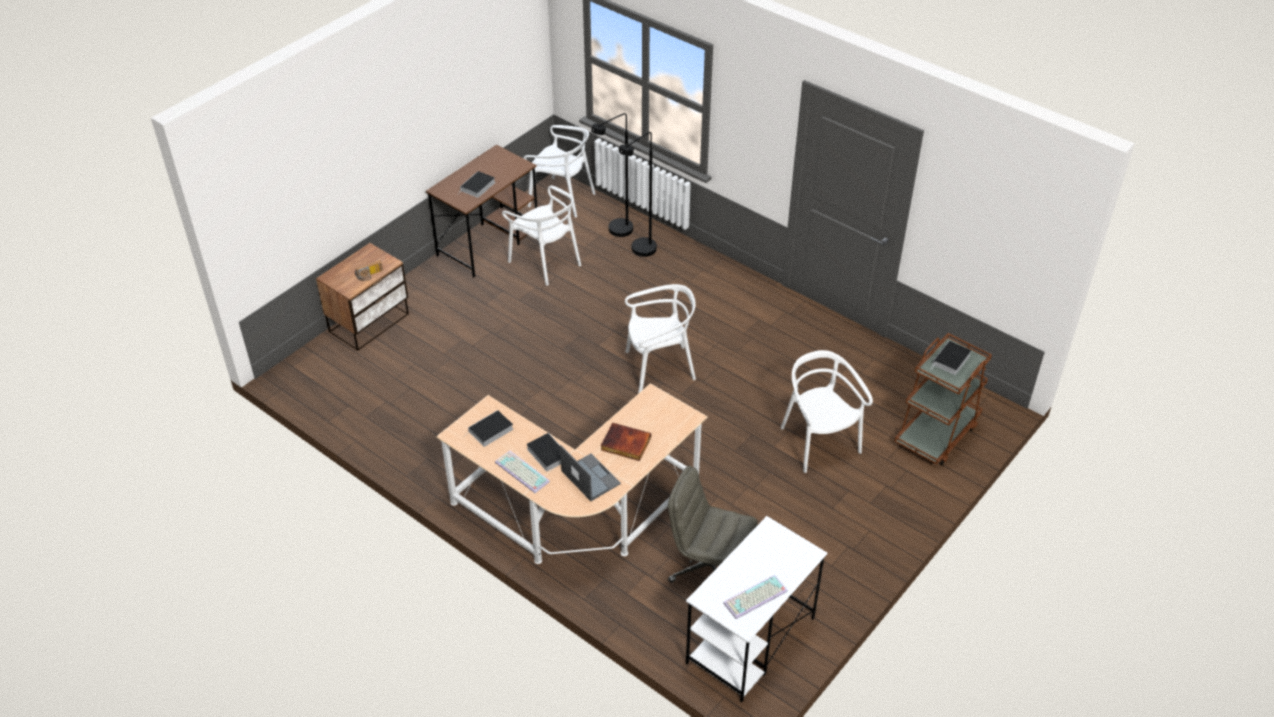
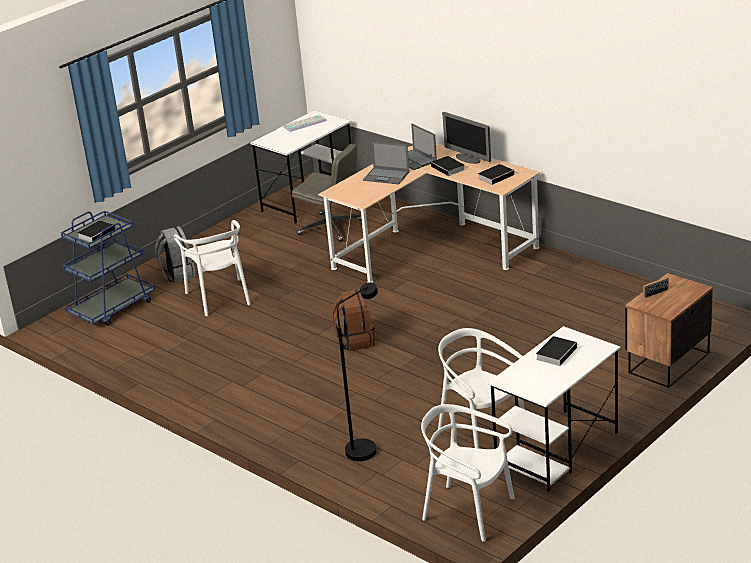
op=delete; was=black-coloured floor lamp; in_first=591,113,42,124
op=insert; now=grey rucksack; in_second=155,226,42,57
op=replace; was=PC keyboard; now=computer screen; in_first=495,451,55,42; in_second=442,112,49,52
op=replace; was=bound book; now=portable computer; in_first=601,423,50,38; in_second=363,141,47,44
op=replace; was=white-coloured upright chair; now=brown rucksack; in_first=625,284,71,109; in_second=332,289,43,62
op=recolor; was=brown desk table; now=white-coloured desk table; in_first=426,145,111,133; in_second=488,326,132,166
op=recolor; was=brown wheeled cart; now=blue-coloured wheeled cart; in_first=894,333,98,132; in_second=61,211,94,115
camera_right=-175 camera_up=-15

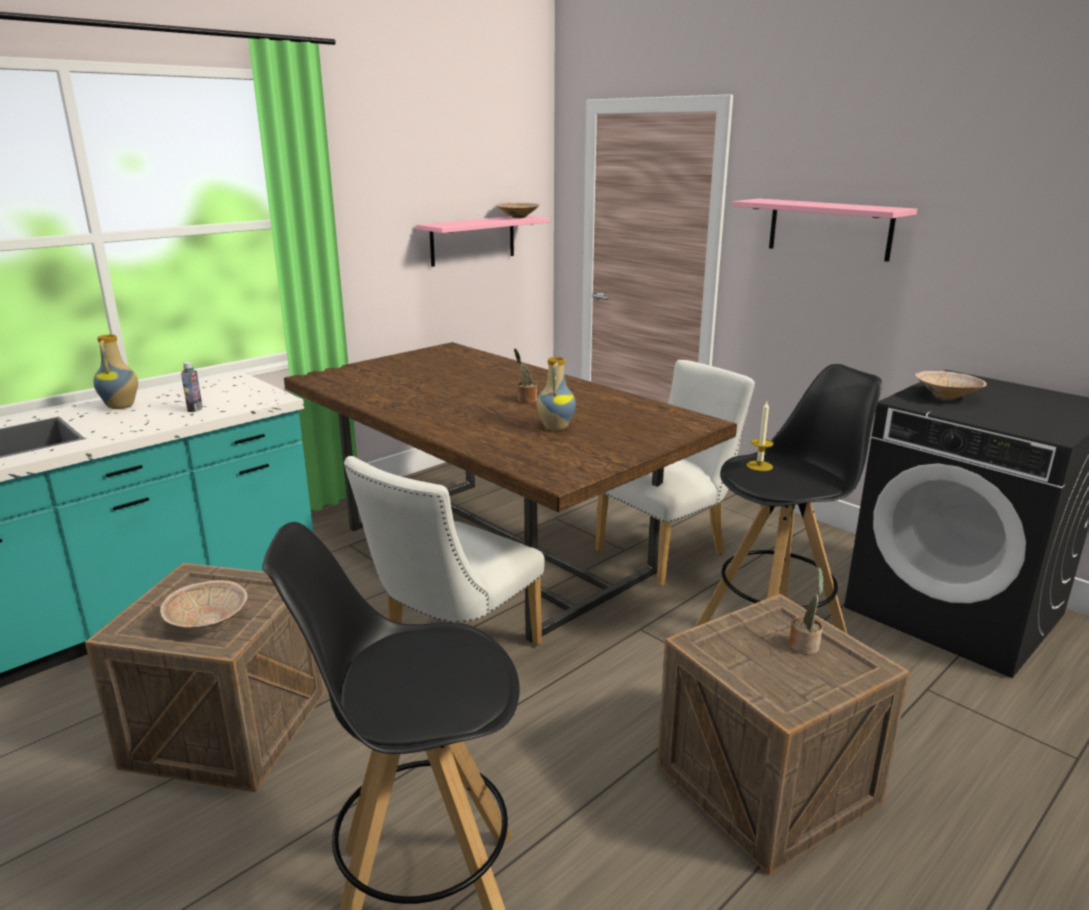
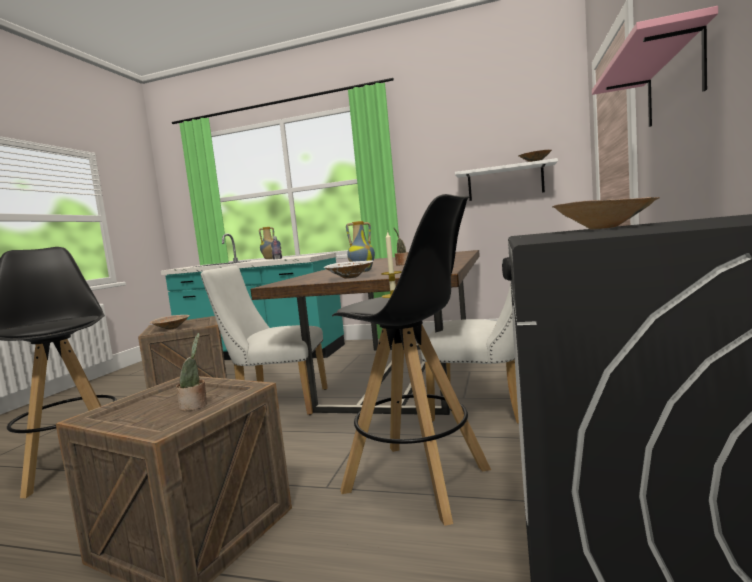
op=insert; now=white-coloured bowl; in_second=324,261,50,18
op=recolor; was=pinkish bracket shelf; now=white-coloured bracket shelf; in_first=416,216,134,51; in_second=455,158,103,43
camera_right=60 camera_up=-15

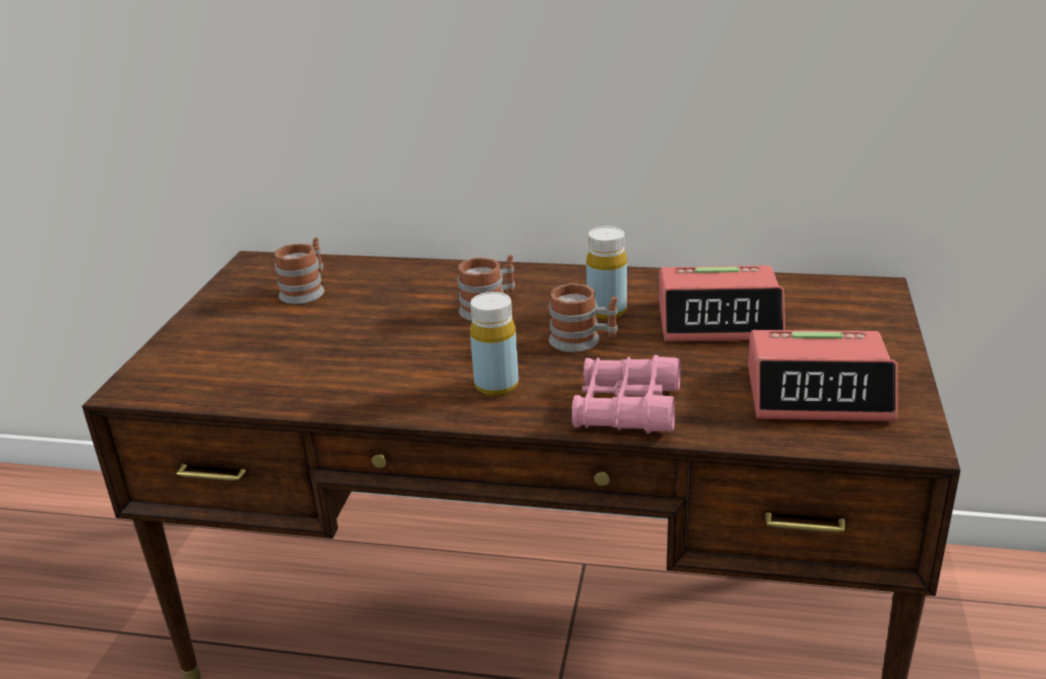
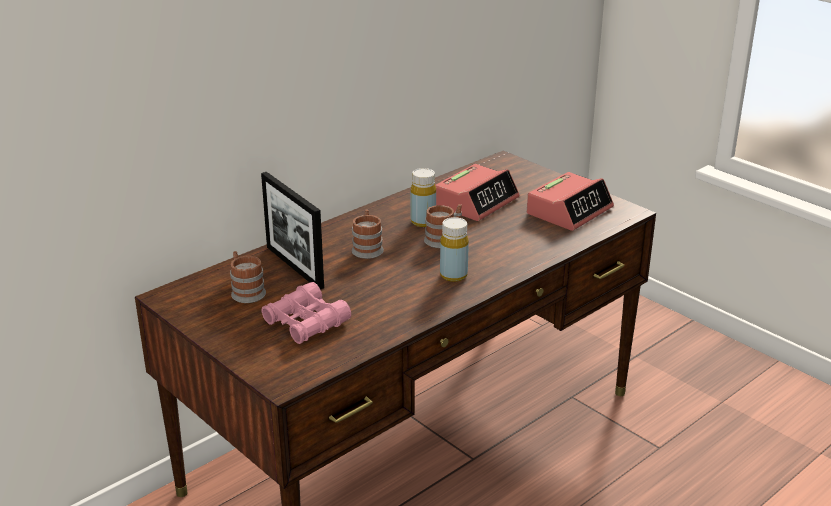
op=insert; now=photo frame; in_second=261,172,63,118
op=move; was=pinkish pair of binoculars; in_first=572,355,108,79; in_second=261,282,90,62
camera_right=-55 camera_up=0

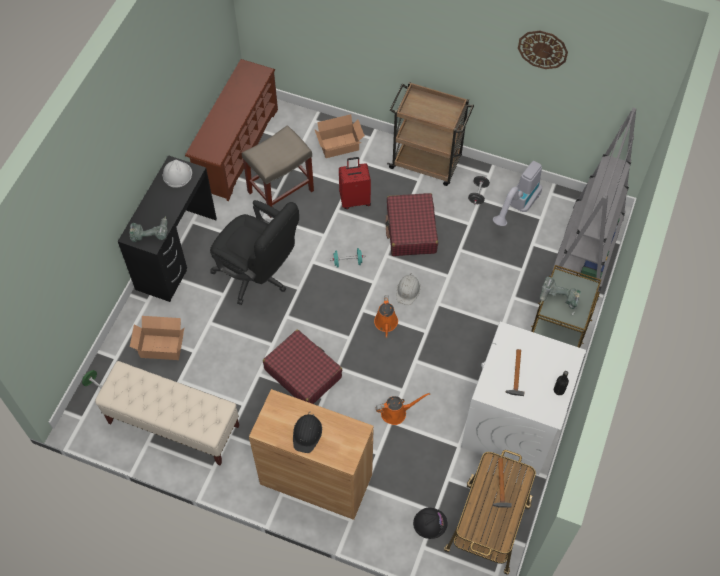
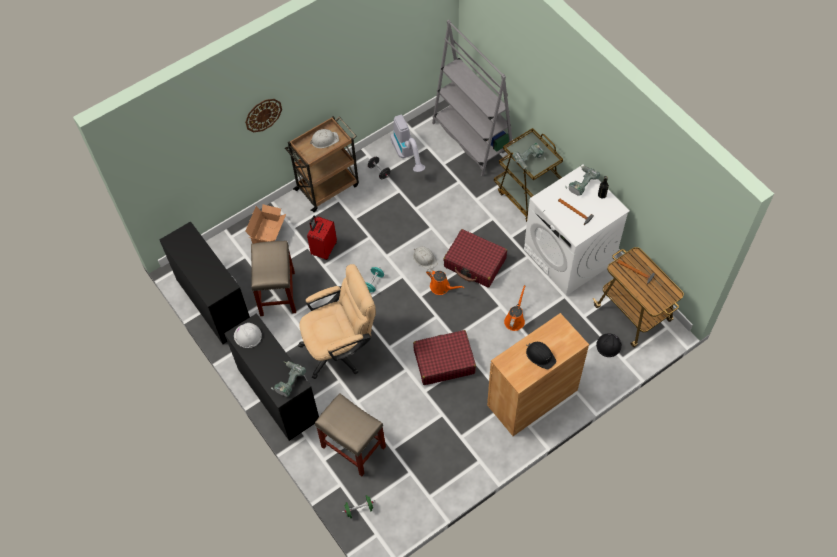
op=delete; was=sand-coloured indoor bench; in_first=95,361,144,105
op=insert; now=white-coloured safety helmet; in_second=310,129,29,19
op=insert; now=electric drill; in_second=565,165,35,31
op=move; was=red suitcase; in_first=386,193,52,63; in_second=443,229,64,59
op=move; was=wall clock; in_first=518,31,50,38; in_second=245,99,37,33
op=replace; was=cardboard box; now=sand-coloured stool; in_first=130,316,55,44; in_second=315,393,71,83
op=replace; was=brown shoe shelf; now=black-coloured desk table; in_first=185,59,93,142; in_second=159,221,91,123
op=recolor; was=black-coloured office chair; now=sand-coloured office chair; in_first=210,200,89,105; in_second=298,264,78,115
camera_right=-55 camera_up=0

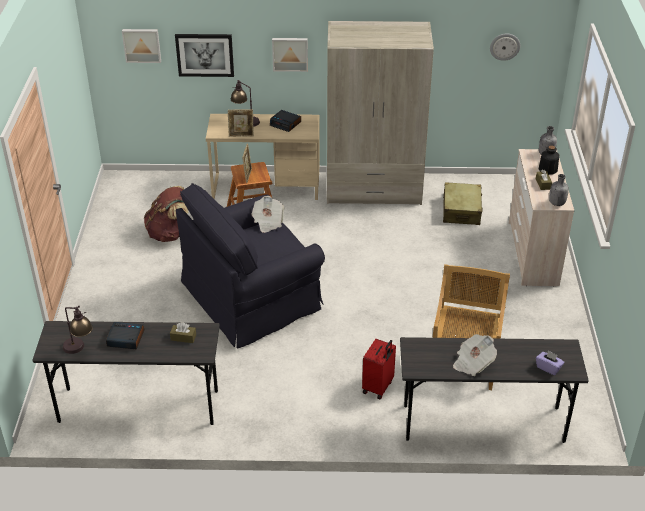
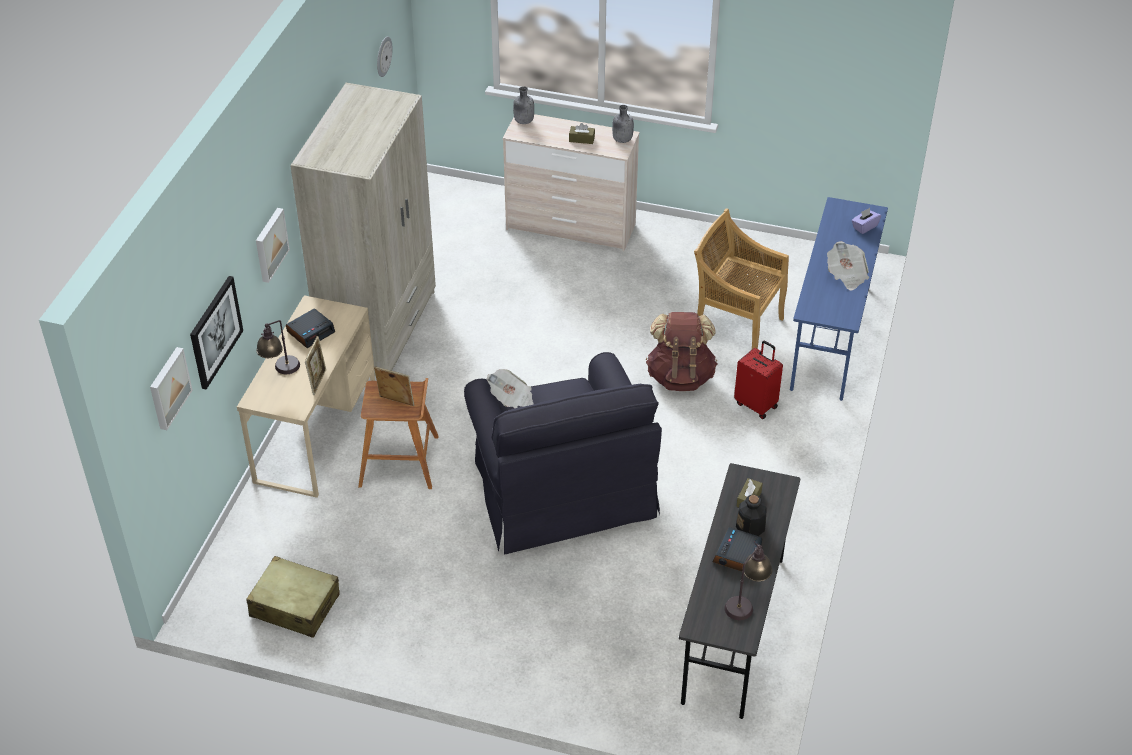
op=move; was=brown rucksack; in_first=144,186,44,56; in_second=646,312,72,79
op=move; was=sand-coloured suitcase; in_first=443,182,40,43; in_second=246,556,94,82
op=move; was=bottle; in_first=539,145,20,30; in_second=736,495,31,41
op=recolor; was=grey desk table; now=blue-coloured desk table; in_first=400,337,189,106; in_second=790,197,98,204
camera_right=-75 camera_up=5

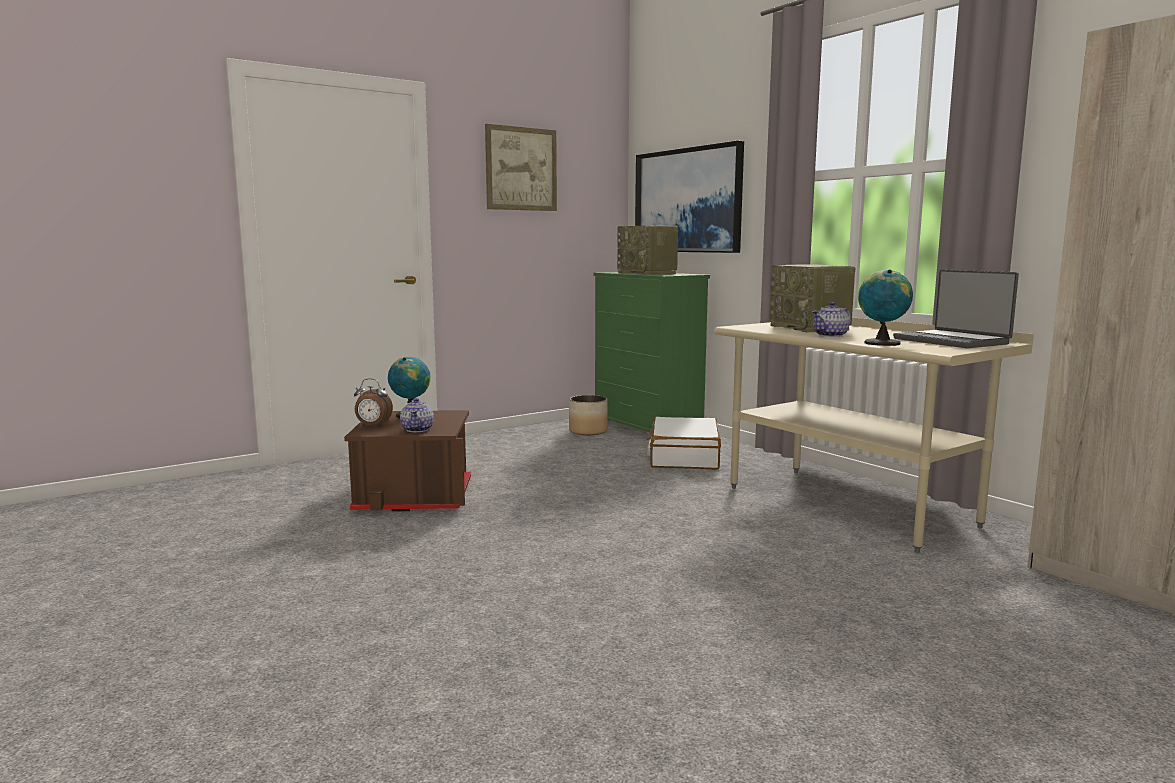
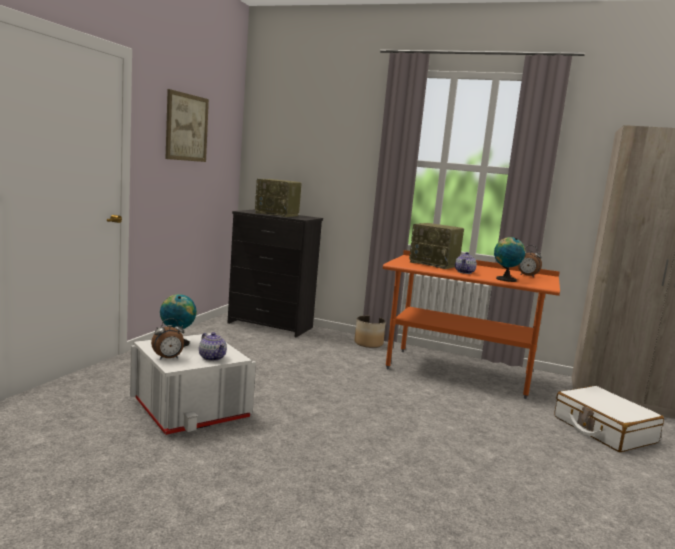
op=delete; was=wall art; in_first=635,141,109,112
op=move; was=planter; in_first=569,395,39,40; in_second=354,316,32,32
op=move; was=white-coloured suitcase; in_first=647,417,74,52; in_second=554,386,110,66
op=replace; was=portable computer; now=bedside clock; in_first=893,270,126,78; in_second=518,245,24,32
op=recolor; was=brown storage container; now=white-coloured storage container; in_first=344,410,127,102; in_second=130,333,126,102
op=recolor; was=green-coloured chest of drawers; now=black-coloured chest of drawers; in_first=594,272,116,160; in_second=228,210,95,127
op=recolor; was=sand-coloured desk table; now=orange desk table; in_first=714,317,320,236; in_second=383,250,177,149
camera_right=-35 camera_up=0

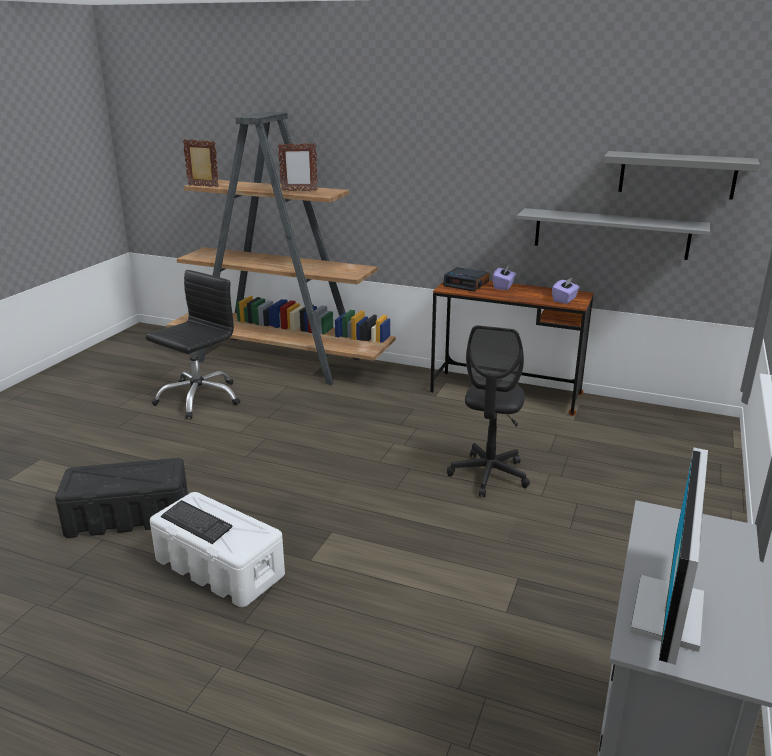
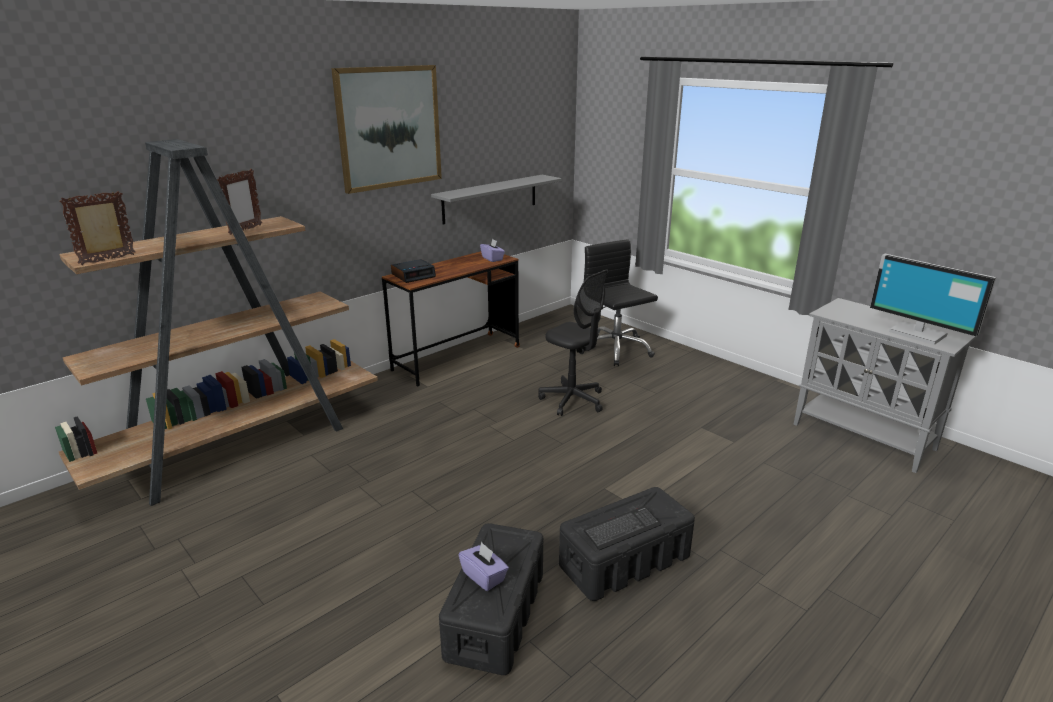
op=delete; was=grey bracket shelf; in_first=603,151,157,49
op=insert; now=wall art; in_second=331,65,111,129
op=move; was=black-coloured office chair; in_first=145,270,95,149; in_second=580,239,78,128
op=move; was=purple box of tissues; in_first=493,265,23,25; in_second=459,541,50,50
op=recolor; was=white-coloured storage container; now=black-coloured storage container; in_first=150,492,135,115; in_second=559,487,136,114
camera_right=-65 camera_up=0

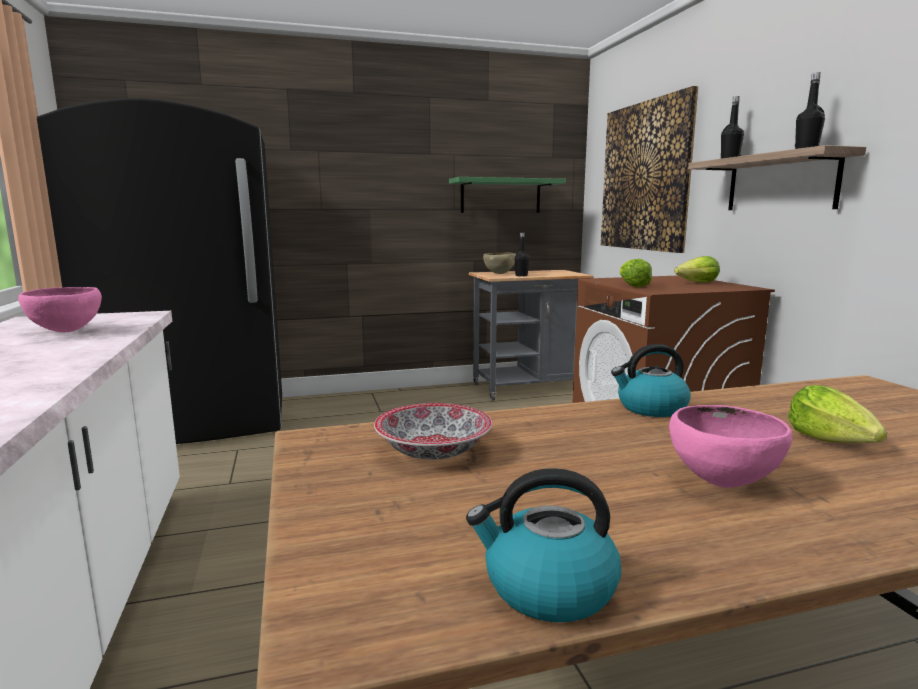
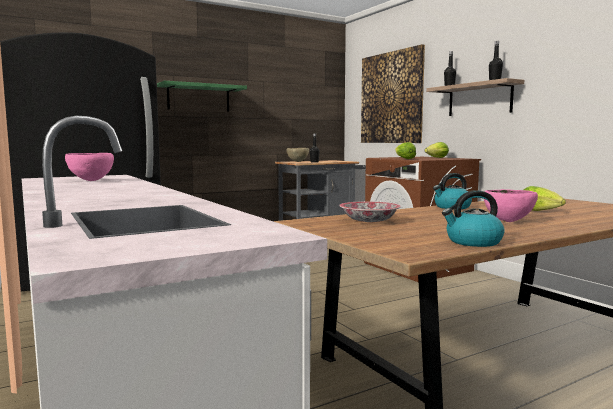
op=move; was=green-coloured bracket shelf; in_first=449,177,117,36; in_second=157,81,90,31
camera_right=-15 camera_up=-5

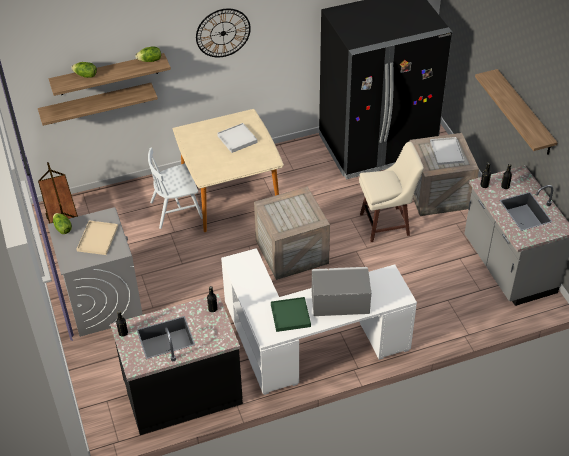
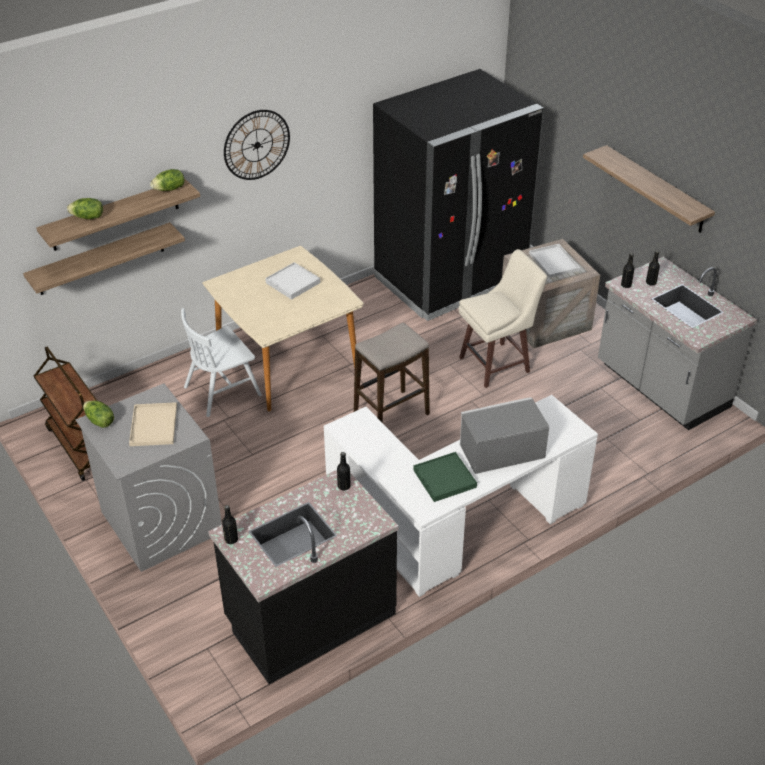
op=replace; was=shipping crate; now=stool; in_first=254,187,76,93; in_second=354,323,76,100
camera_right=-15 camera_up=-5

